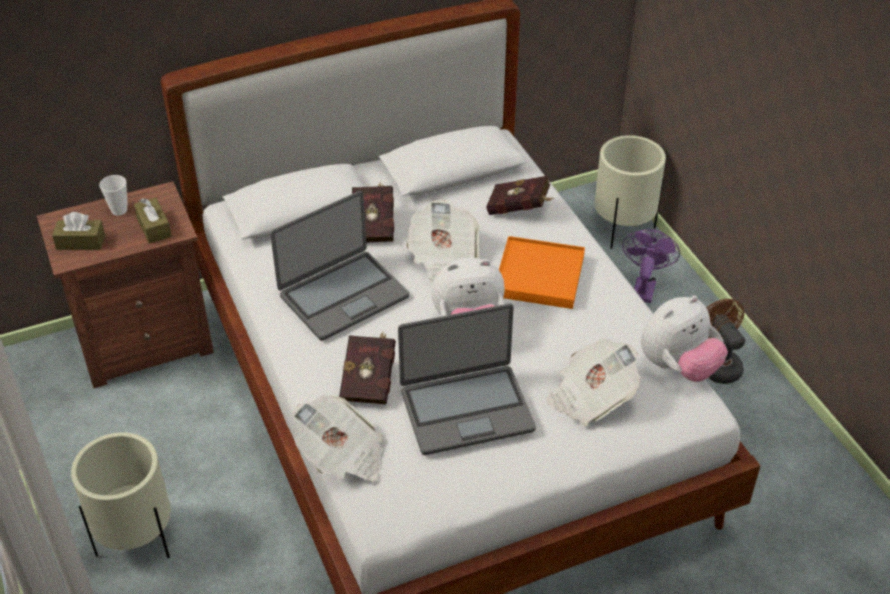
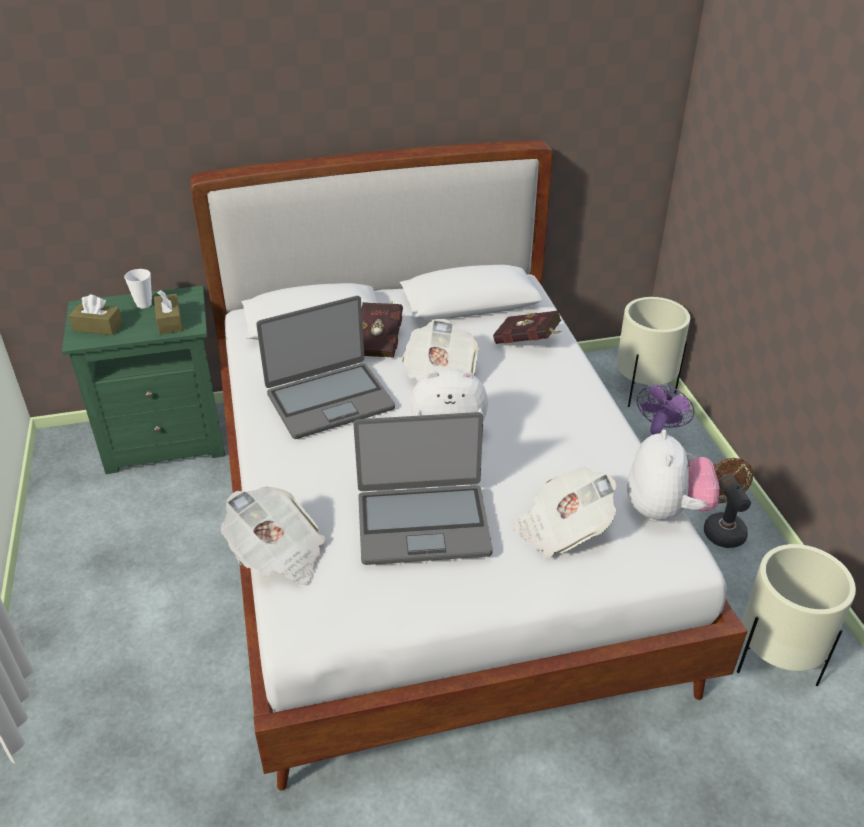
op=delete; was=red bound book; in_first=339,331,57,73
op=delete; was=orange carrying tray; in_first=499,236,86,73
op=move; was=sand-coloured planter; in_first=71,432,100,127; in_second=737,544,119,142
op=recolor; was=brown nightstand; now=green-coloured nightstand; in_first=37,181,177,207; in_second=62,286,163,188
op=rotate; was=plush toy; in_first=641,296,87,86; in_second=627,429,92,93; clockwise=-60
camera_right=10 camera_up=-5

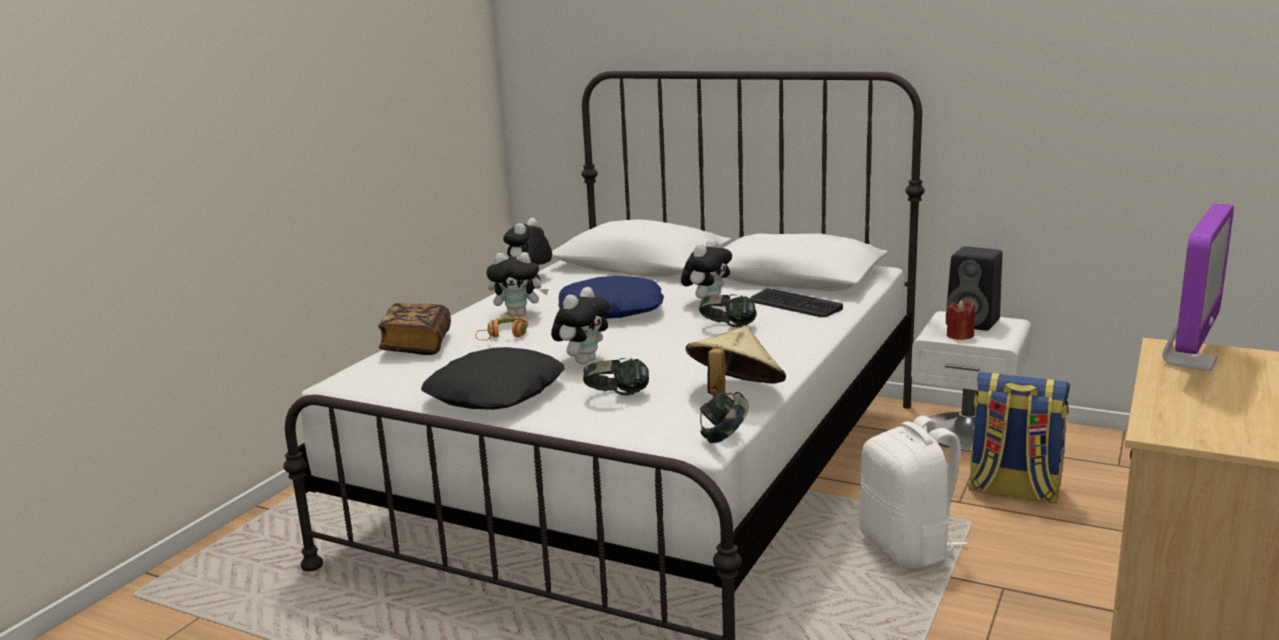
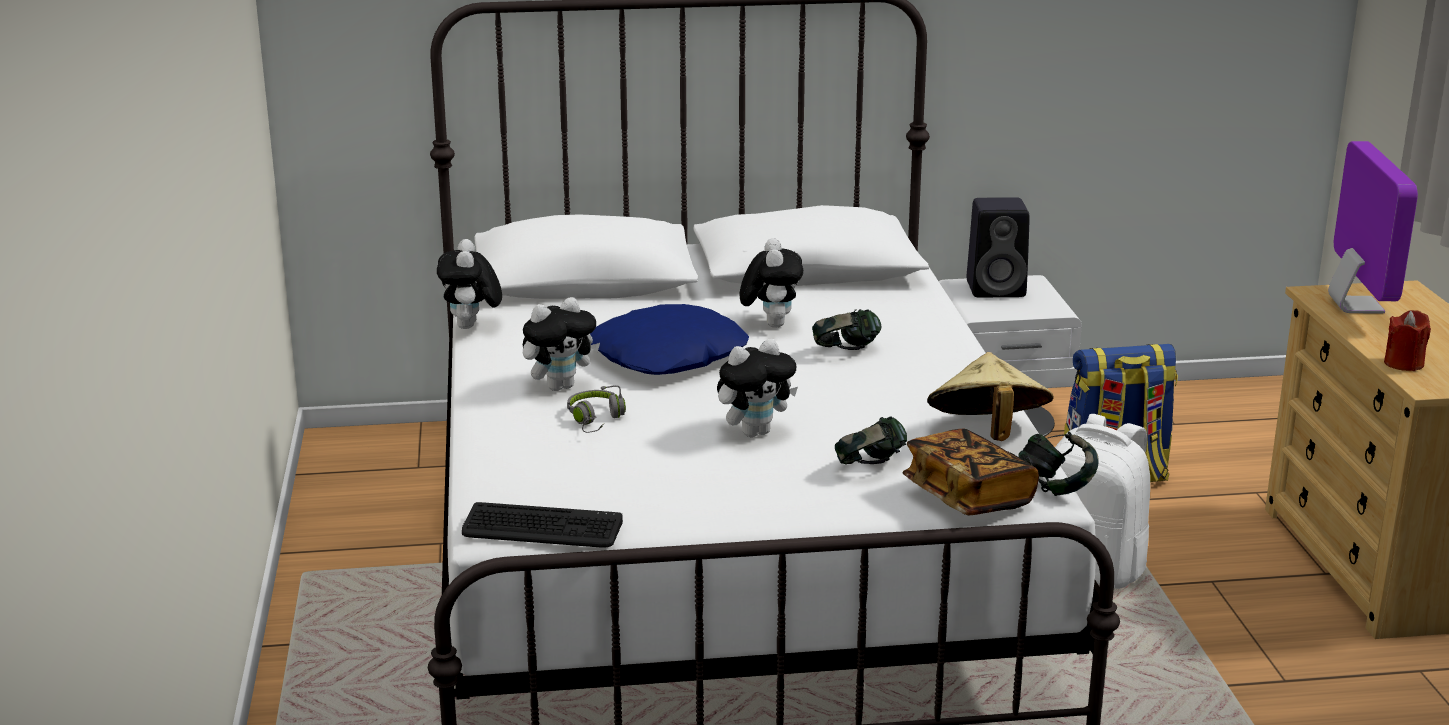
op=delete; was=black-coloured cushion; in_first=421,347,144,63
op=move; was=bound book; in_first=378,303,73,52; in_second=903,429,136,86
op=move; was=PC keyboard; in_first=750,288,93,29; in_second=462,502,161,46
op=move; was=red wax light; in_first=946,300,29,40; in_second=1384,310,47,61
op=recolor; was=orange headset; now=grey headset; in_first=475,312,53,28; in_second=567,385,59,48
op=rotate; was=plush toy; in_first=551,287,59,77; in_second=717,339,81,98; clockwise=60
camera_right=-35 camera_up=5

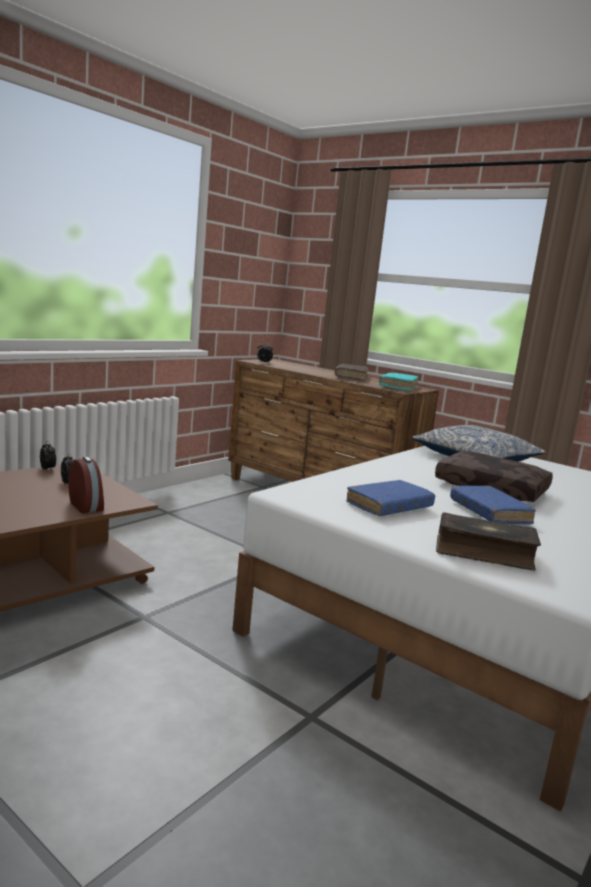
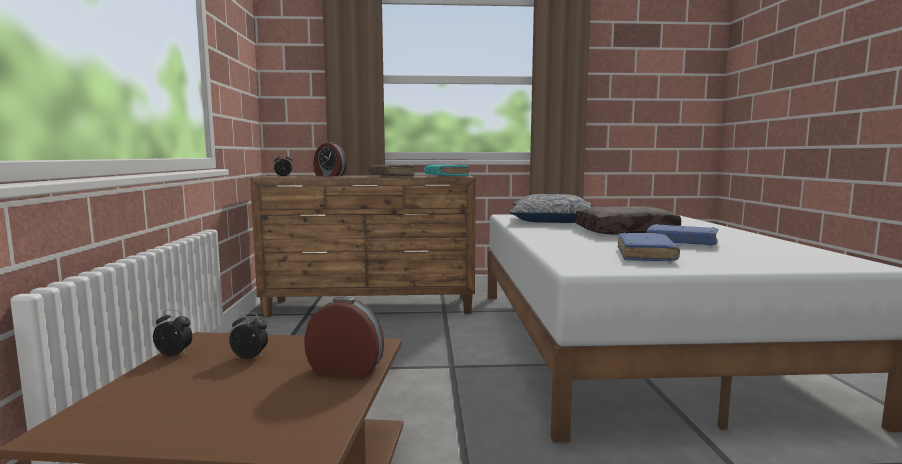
op=delete; was=bound book; in_first=436,512,105,59
op=insert; now=bedside clock; in_second=313,142,34,34
camera_right=-40 camera_up=-5

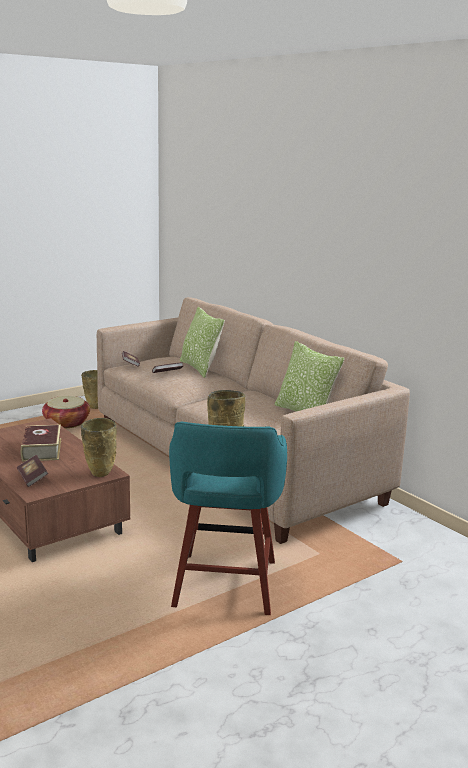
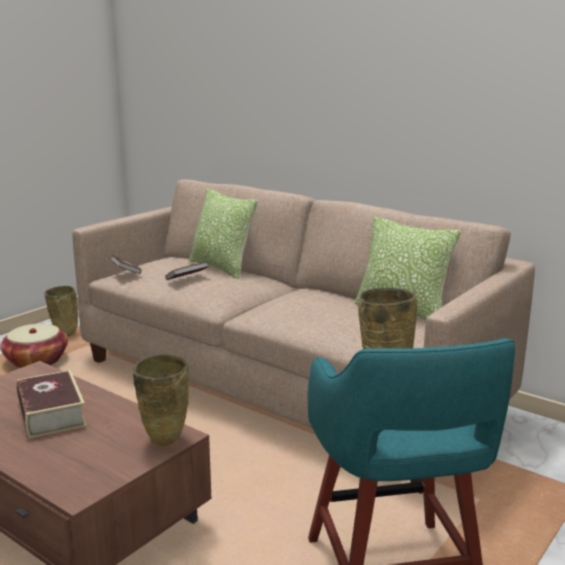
op=delete; was=bound book; in_first=17,455,31,32
camera_right=-15 camera_up=0

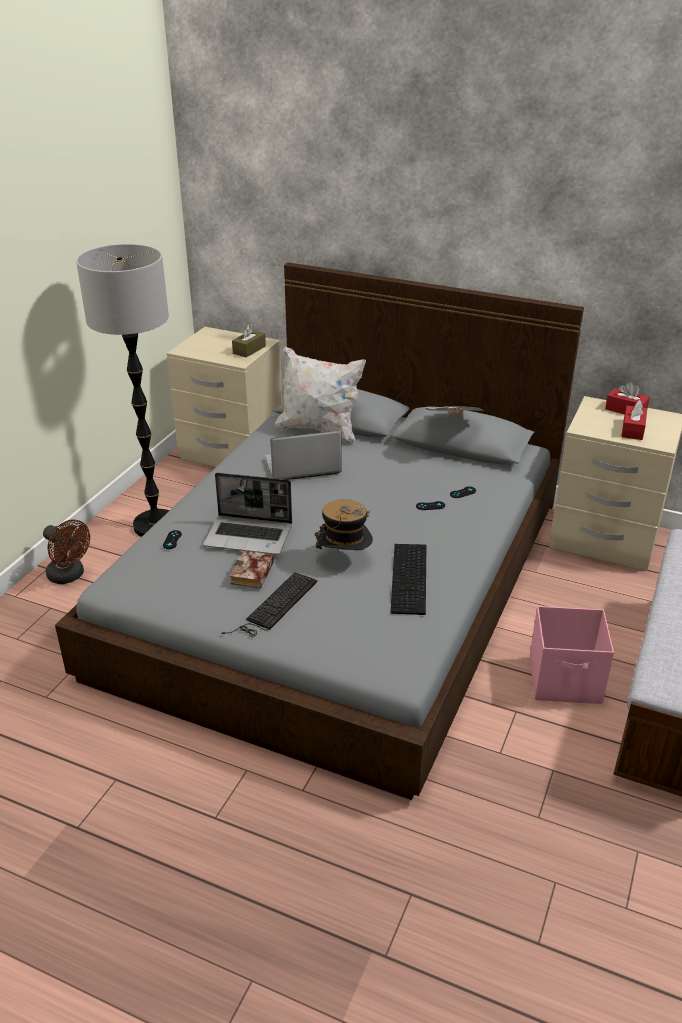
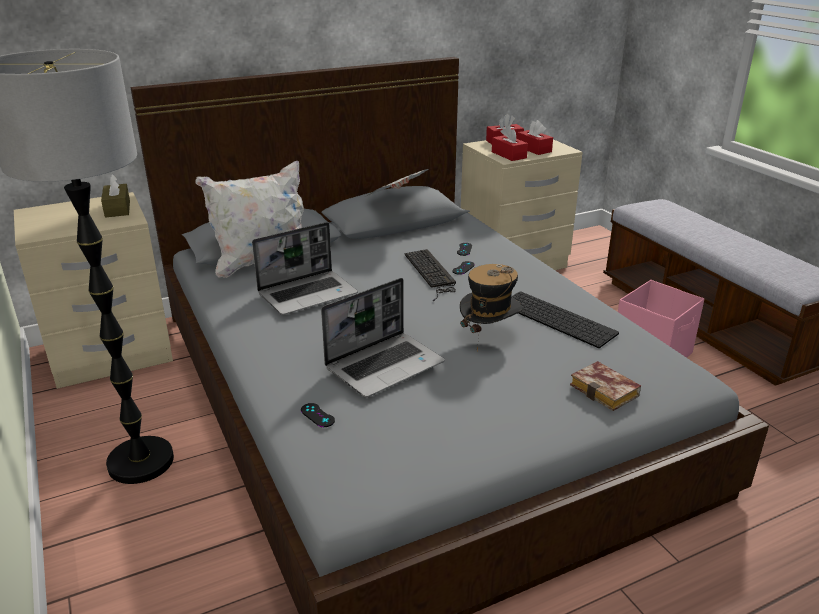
op=delete; was=brown fan; in_first=43,520,47,64
op=insert; now=red box of tissues; in_second=492,126,36,35
op=move; was=PC keyboard; in_first=221,572,96,65; in_second=404,249,52,52
op=move; was=bound book; in_first=230,550,44,38; in_second=570,361,71,50
op=rotate; was=portable computer; in_first=265,430,77,50; in_second=252,222,106,93; clockwise=-150
camera_right=-50 camera_up=-5

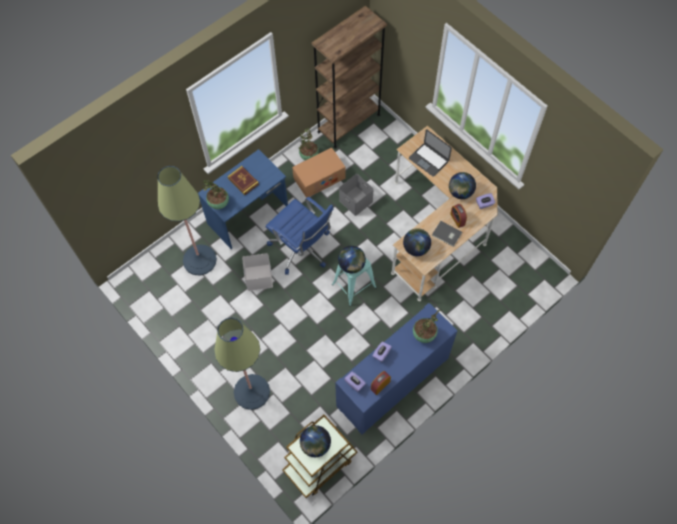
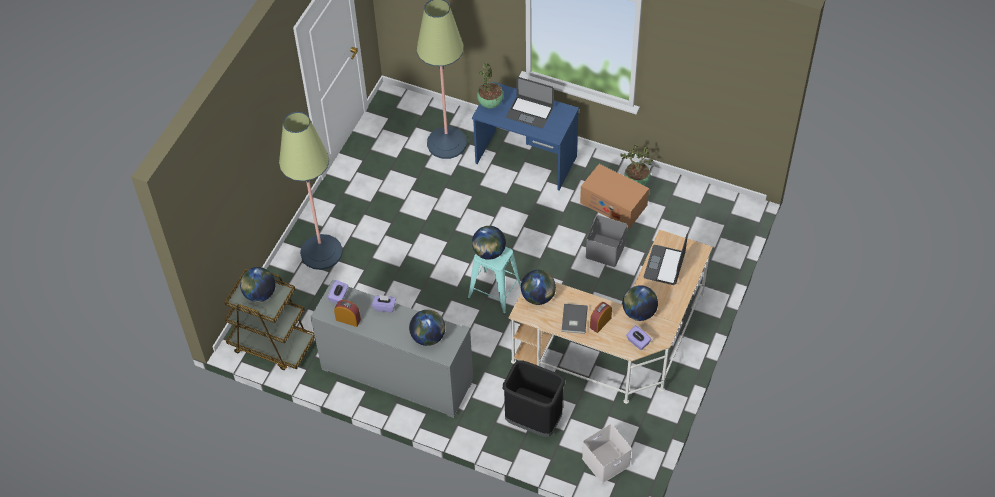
op=delete; was=blue-coloured office chair; in_first=266,197,68,78
op=delete; was=brown bookshelf; in_first=311,5,76,144
op=insert; now=black-coloured rubbish bin; in_second=503,360,62,77
op=move; was=white-coloured storage container; in_first=242,253,31,38; in_second=582,424,50,59
op=replace; was=bound book; now=portable computer; in_first=228,166,31,29; in_second=506,77,48,51
op=replace; was=houseplant; now=desk globe; in_first=413,309,29,34; in_second=409,310,36,36
op=recolor; was=blue-coloured storage cabinet; now=grey storage cabinet; in_first=335,303,122,132; in_second=311,280,162,138
camera_right=65 camera_up=-10

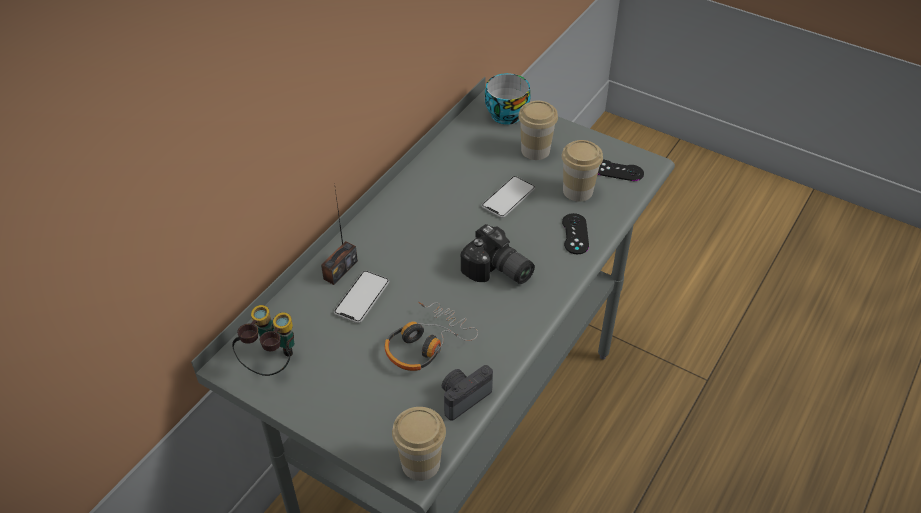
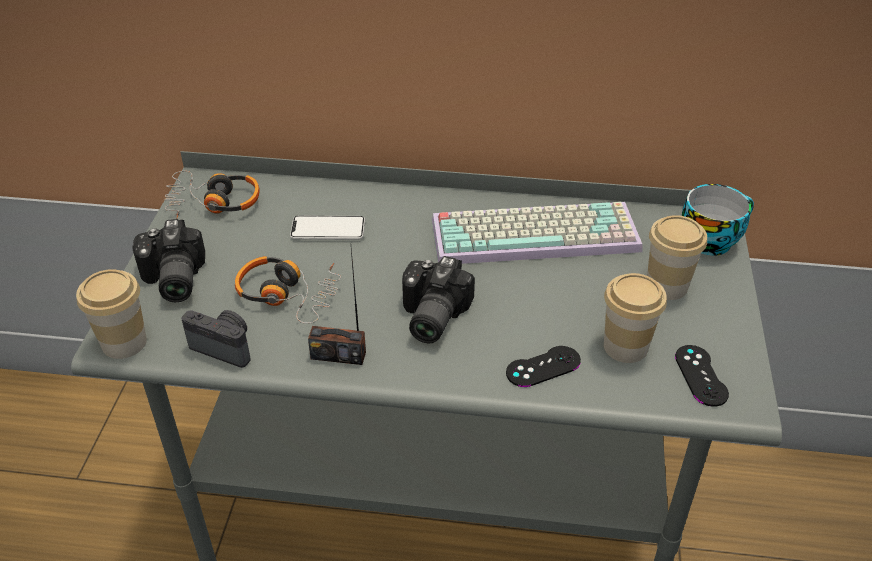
op=delete; was=handset; in_first=481,176,54,42
op=insert; now=photo camera; in_second=132,219,73,83
op=insert; now=PC keyboard; in_second=432,202,210,62
op=move; was=radio; in_first=321,183,37,102; in_second=308,249,58,116
op=replace; was=pair of binoculars; now=headset; in_first=232,305,63,71; in_second=164,171,96,48
camera_right=65 camera_up=-5

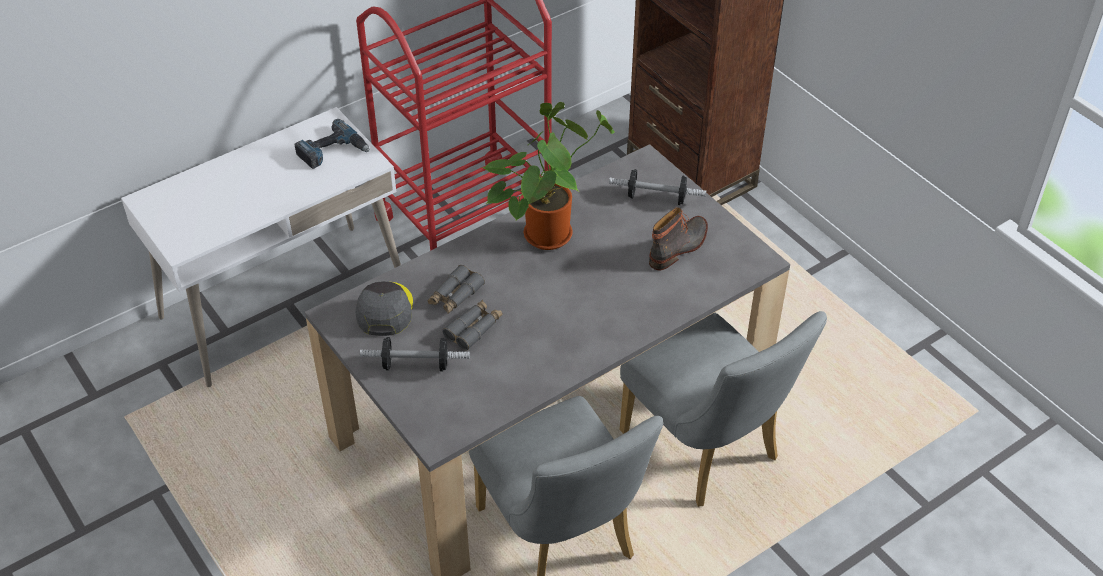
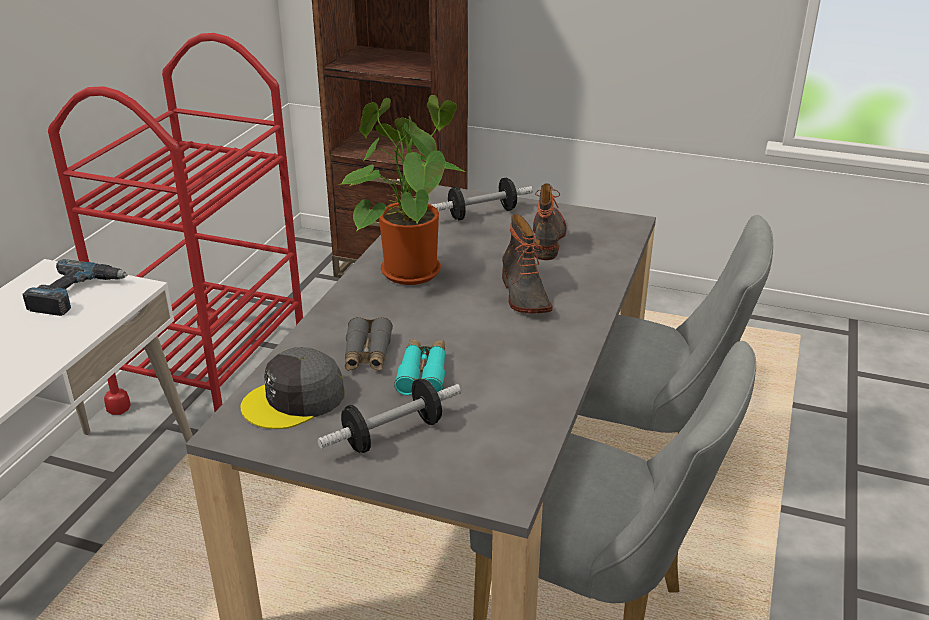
op=insert; now=boot; in_second=502,214,51,99
op=recolor; was=grey pair of binoculars; now=blue-green pair of binoculars; in_first=443,300,59,50; in_second=394,339,51,56
op=rotate; was=grey peaked cap; in_first=355,281,58,55; in_second=240,347,105,82; clockwise=-90
camera_right=-35 camera_up=-15

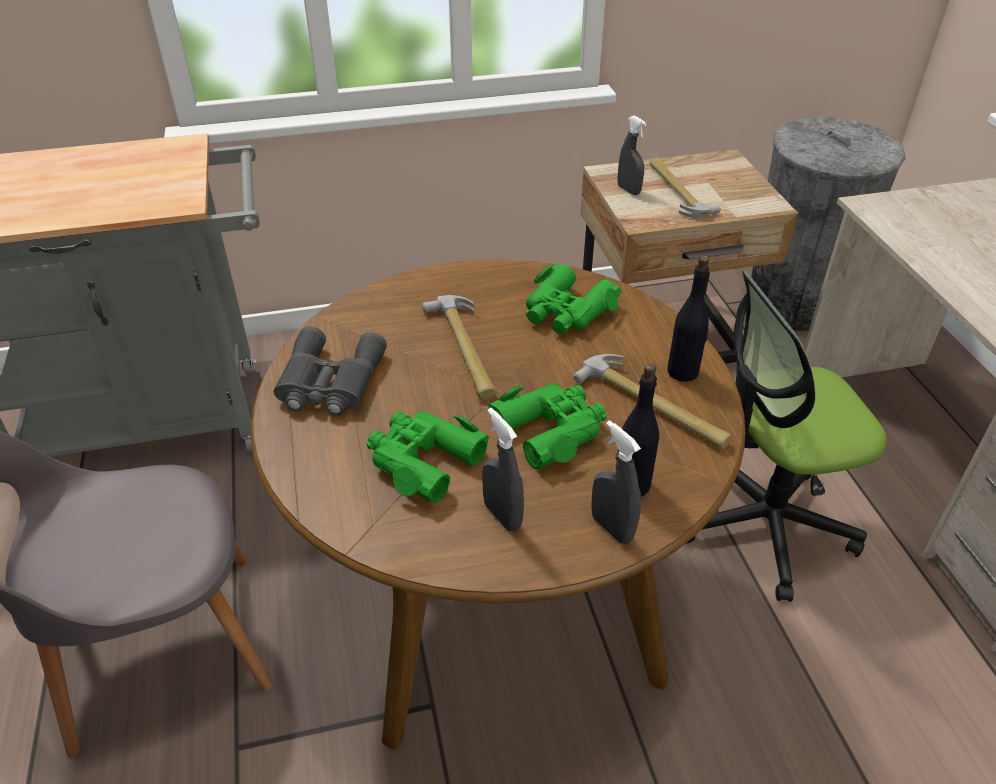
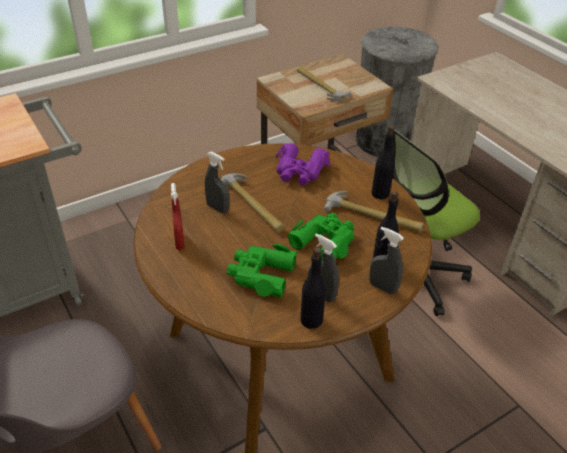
op=insert; now=black-coloured bottle; in_second=300,248,26,81
op=move; was=grey hand sprayer; in_first=618,116,29,79; in_second=205,151,24,63
op=replace; was=grey pair of binoculars; now=red hand sprayer; in_first=274,326,113,90; in_second=171,183,14,67
op=recolor; was=green-coloured pair of binoculars; now=purple pair of binoculars; in_first=526,264,96,70; in_second=275,143,55,42
camera_right=-20 camera_up=0

